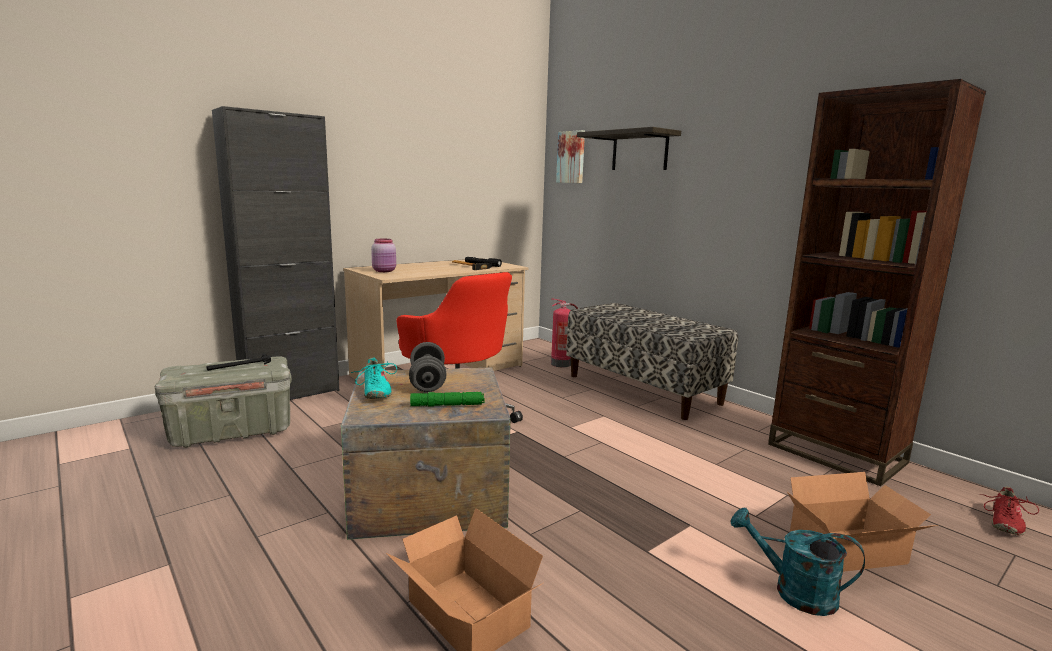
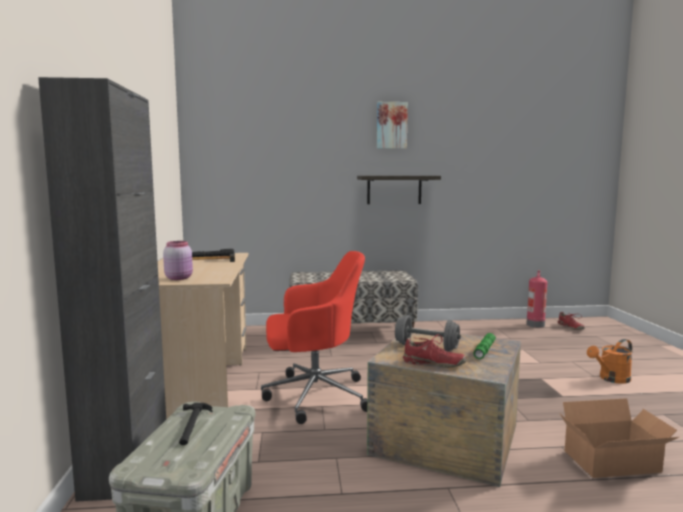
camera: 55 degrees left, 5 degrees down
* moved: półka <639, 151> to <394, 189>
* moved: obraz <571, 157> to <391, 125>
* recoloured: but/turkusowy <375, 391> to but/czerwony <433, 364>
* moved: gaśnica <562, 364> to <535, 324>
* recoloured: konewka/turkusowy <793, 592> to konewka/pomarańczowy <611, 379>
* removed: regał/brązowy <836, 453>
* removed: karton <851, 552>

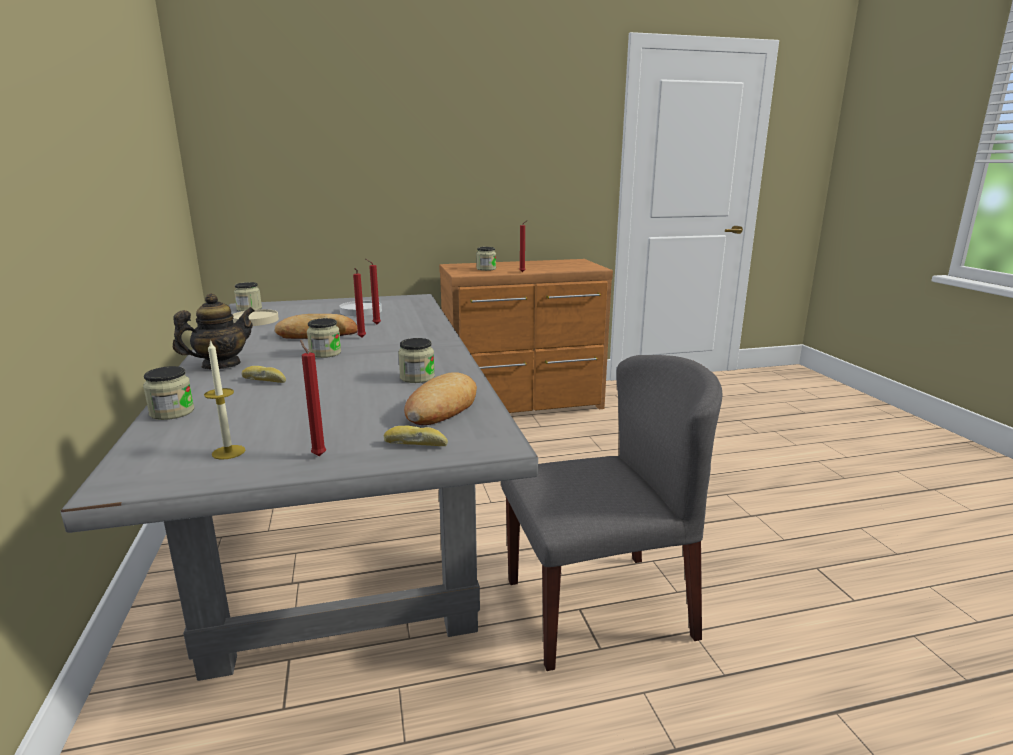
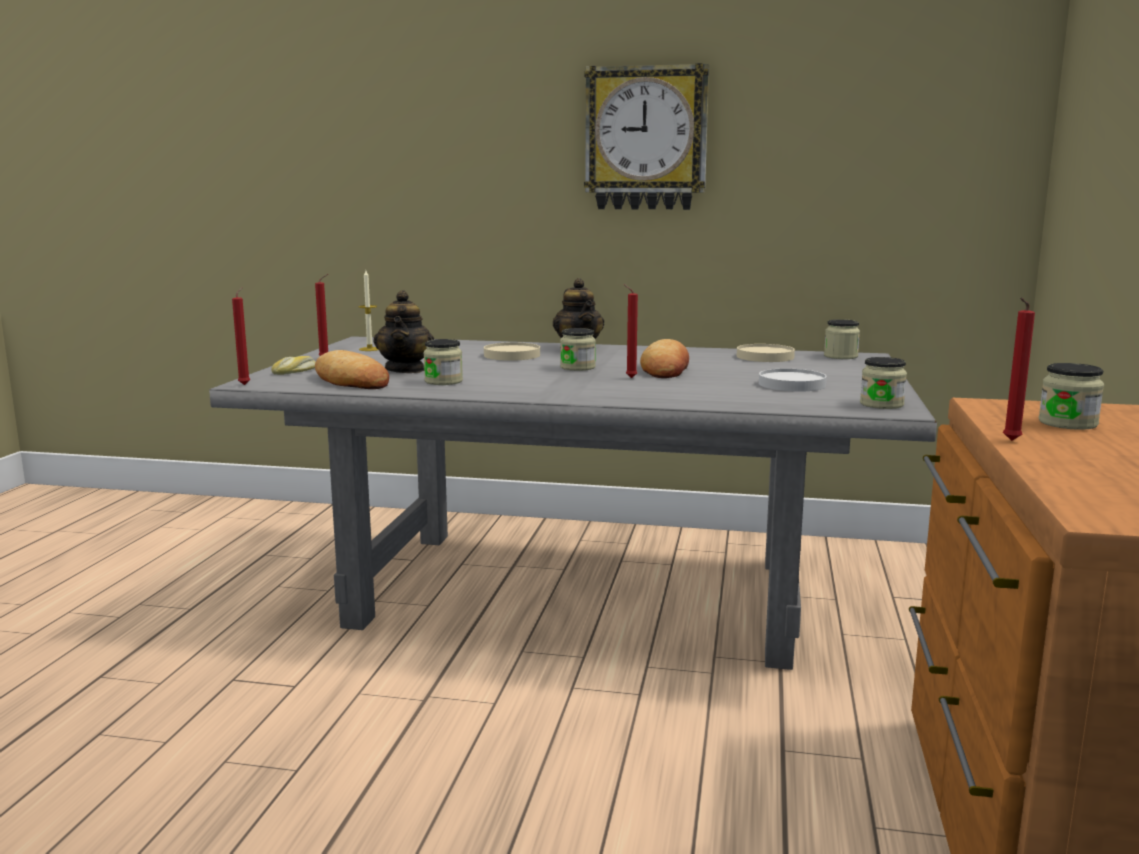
camera: 115 degrees right, 5 degrees down
* moved: świeca/czerwony <375, 324> to <245, 384>
* added: imbryk <406, 370>
* replaced: chleb <265, 380> to talerz/beżowy <512, 355>
* added: zegar ścienny <646, 139>
* moved: słoik <172, 412> to <881, 404>
* removed: krzesło/szary <599, 607>

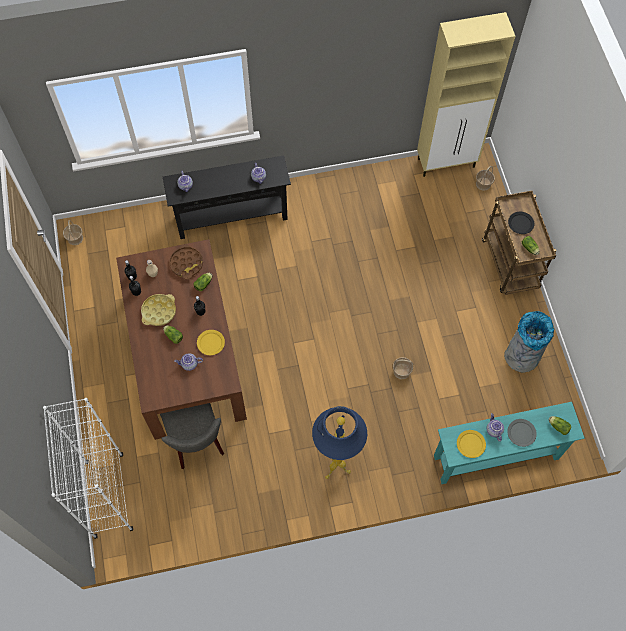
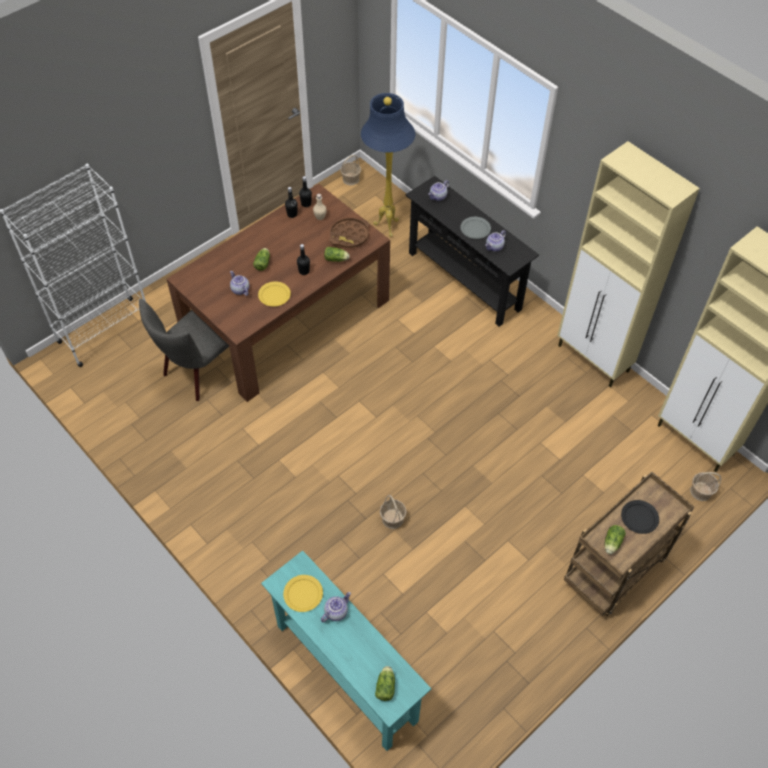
camera: 60 degrees right, 10 degrees down
* moved: lampa stojąca/niebieski <336, 470> to <386, 227>
* moved: talerz/szary <521, 433> to <475, 229>
* added: szafka/beżowy <594, 359>
* removed: taca/żółty <159, 311>
* removed: kosz na śmieci/szary <521, 356>

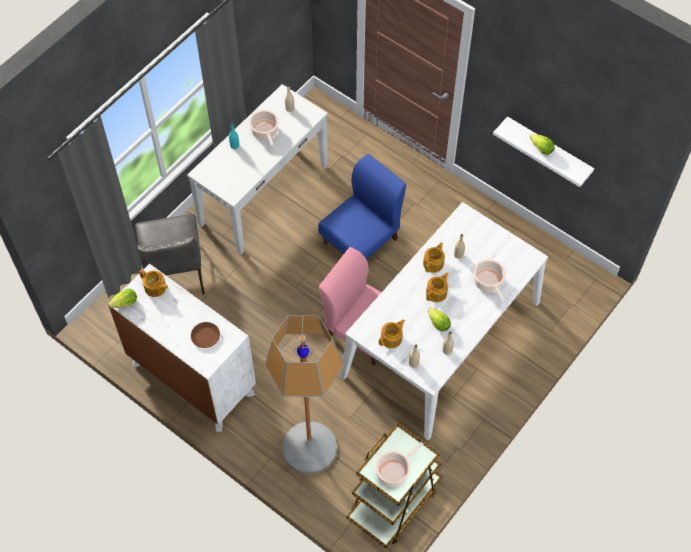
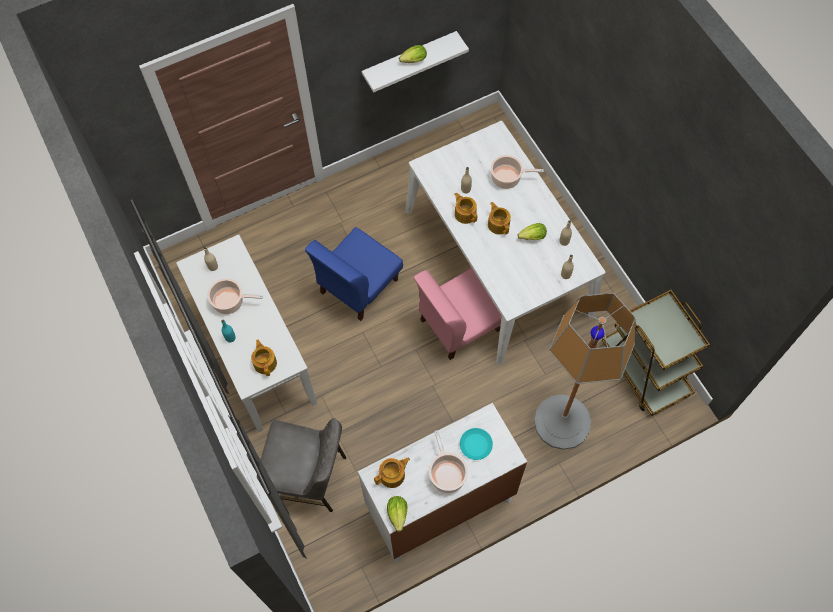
camera: 65 degrees left, 5 degrees up
* moved: imbryk <391, 338> to <265, 362>
* turned: krzesło/niebieski <361, 240> = <358, 286> 120 degrees counterclockwise
* moved: garnek <394, 472> to <447, 474>
* recoloured: talerz/brązowy <205, 336> to talerz/turkusowy <475, 444>

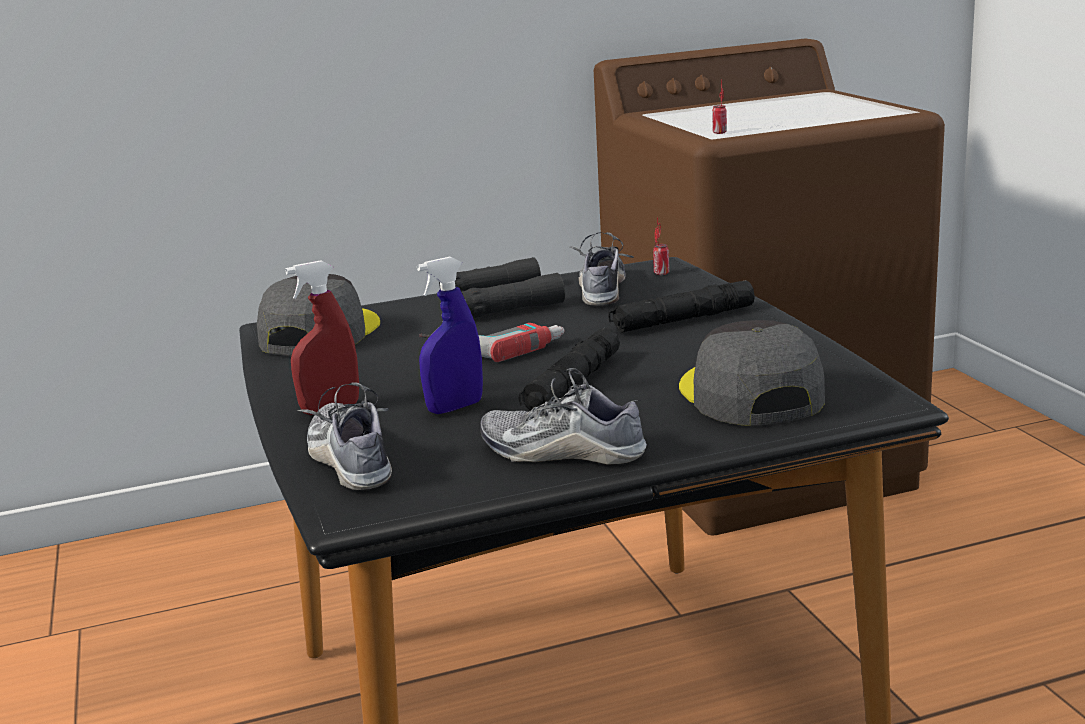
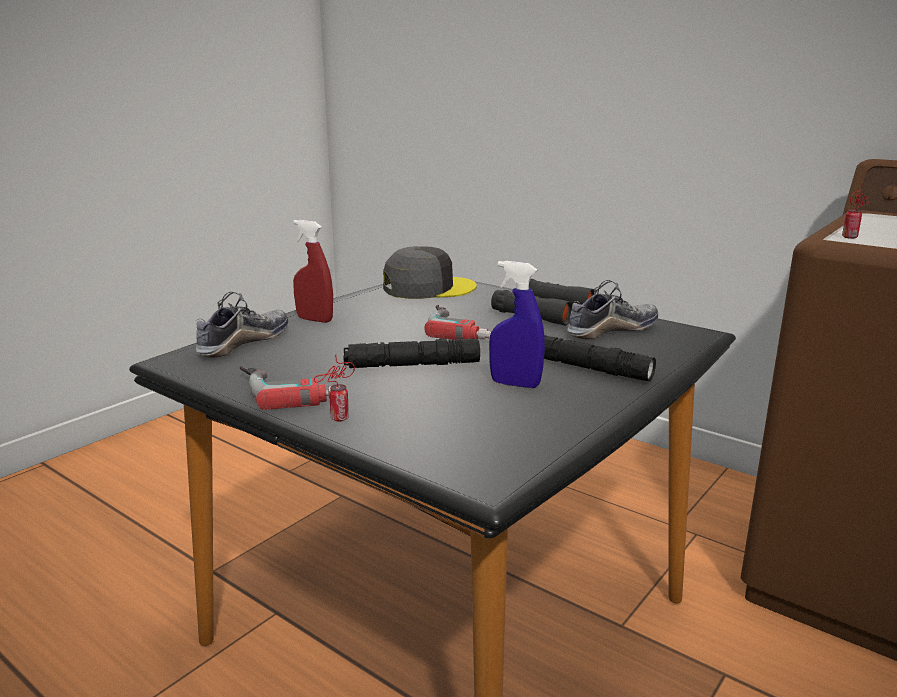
camera: 55 degrees right, 0 degrees up
* replaced: but <562, 451> to wiertarka <291, 389>
* moved: puszka <661, 274> to <337, 419>
* moved: spryskiwacz/niebieski <455, 407> to <515, 384>
* removed: czapka z daszkiem/szary <749, 394>

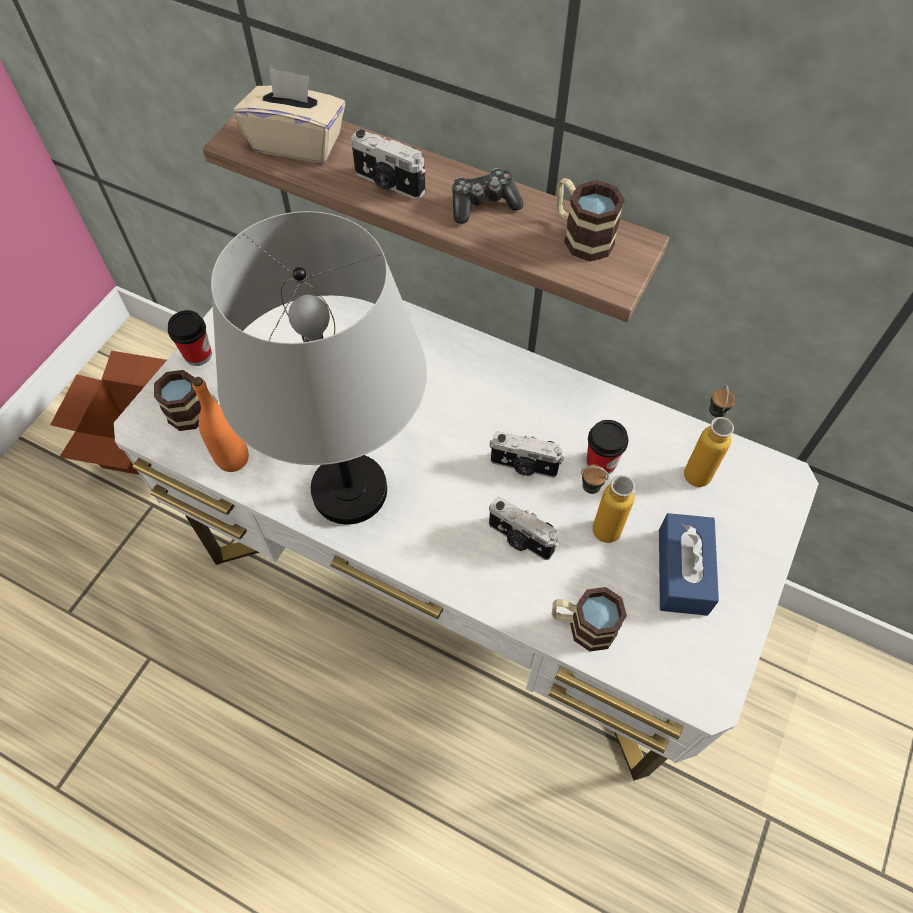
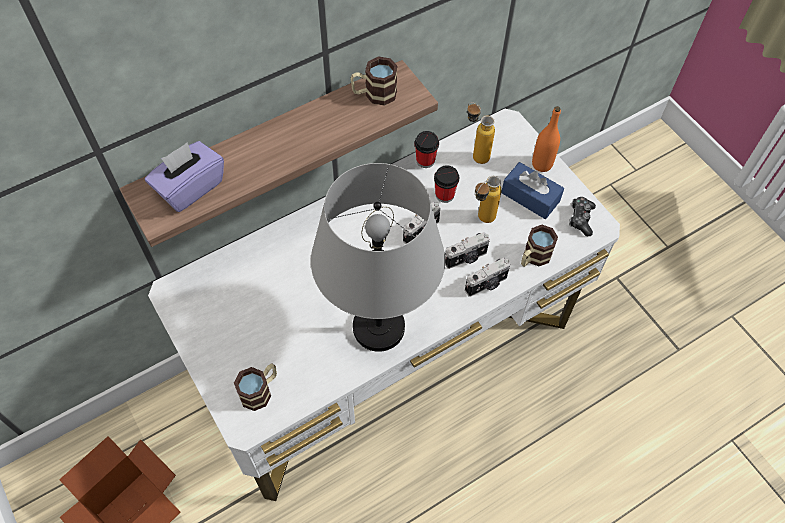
camera: 60 degrees left, 0 degrees up
* recoloured: pudełko chusteczek/beżowy <297, 143> to pudełko chusteczek/fioletowy <190, 187>
* moved: filiżanka <198, 354> to <425, 160>
* moved: aparat fotograficzny <388, 184> to <487, 285>
* moved: butelka/pomarańczowy <232, 458> to <542, 164>
* moved: pad do gier <483, 204> to <580, 219>

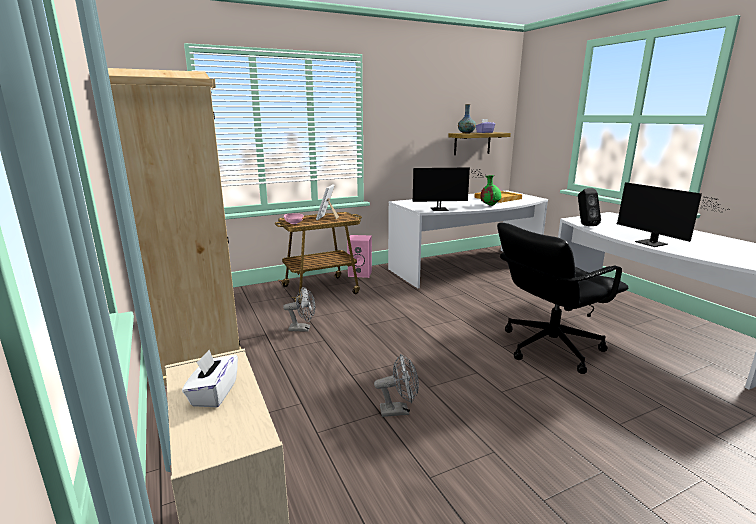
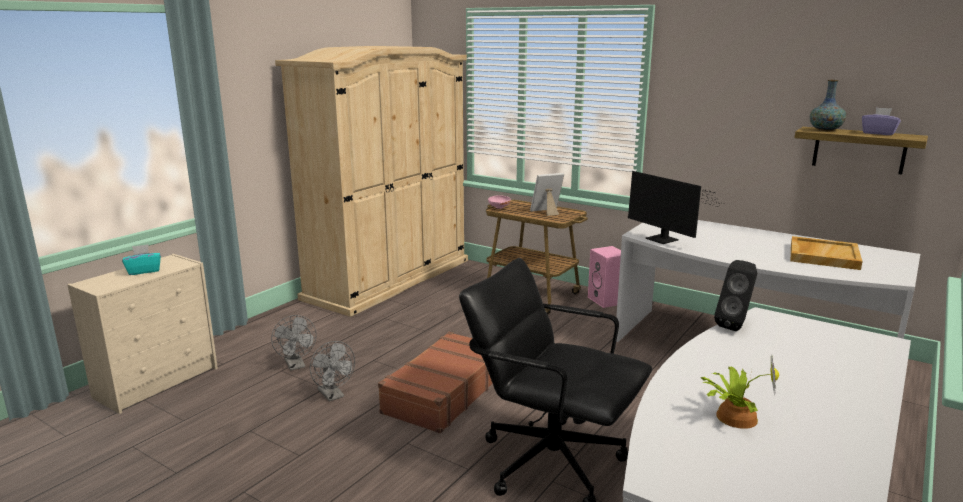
camera: 60 degrees right, 0 degrees up
* recoloured: pudełko chusteczek/biały <213, 394> to pudełko chusteczek/turkusowy <144, 271>
* moved: wentylator/szary <303, 329> to <296, 365>
* added: walizka/brązowy <444, 393>
* added: roślina doniczkowa <734, 416>
* removed: wazon/zielony <489, 205>
* removed: monitor <654, 244>

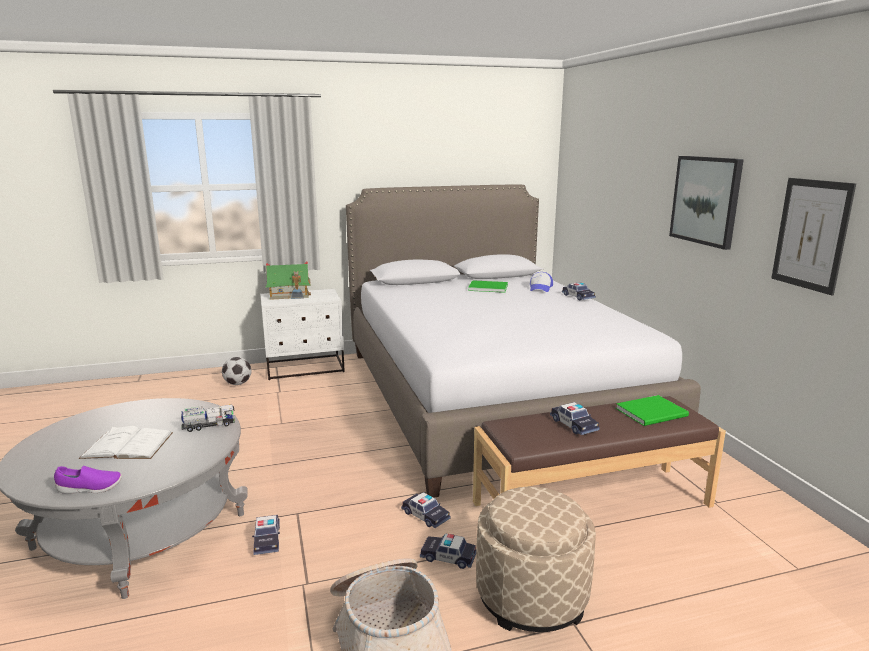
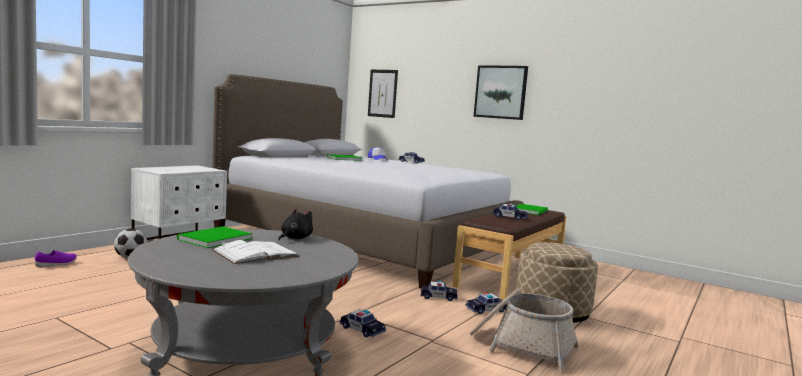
camera: 40 degrees left, 10 degrees down
* moved: but/fioletowy <90, 489> to <56, 264>
* added: książka/zielony <212, 239>
* replaced: ciężarówka zabawkowa <209, 426> to pluszak/czarny <295, 238>
* moved: obraz <811, 234> to <382, 93>
* removed: domek <289, 295>

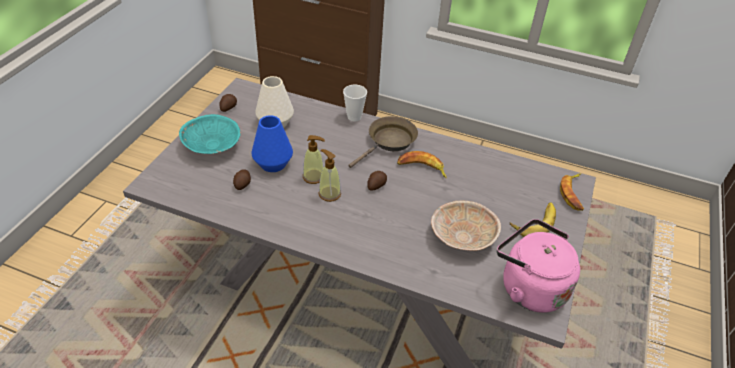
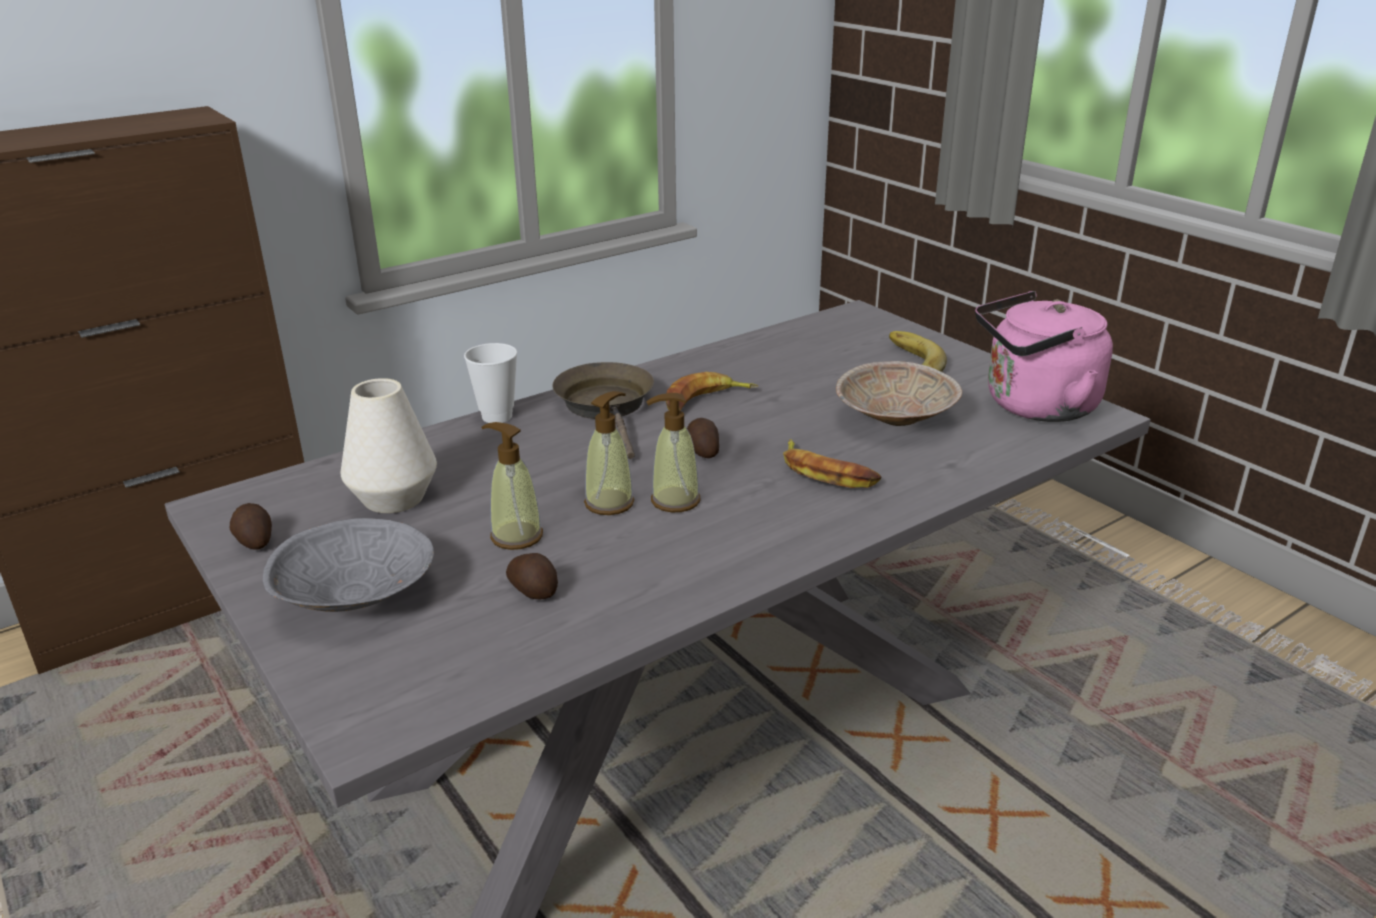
camera: 55 degrees left, 15 degrees down
* recoloured: miska/turkusowy <212, 146> to miska/szary <358, 597>
* replaced: wazon/niebieski <273, 164> to dozownik mydła <516, 536>
* moved: banan <573, 194> to <827, 473>

